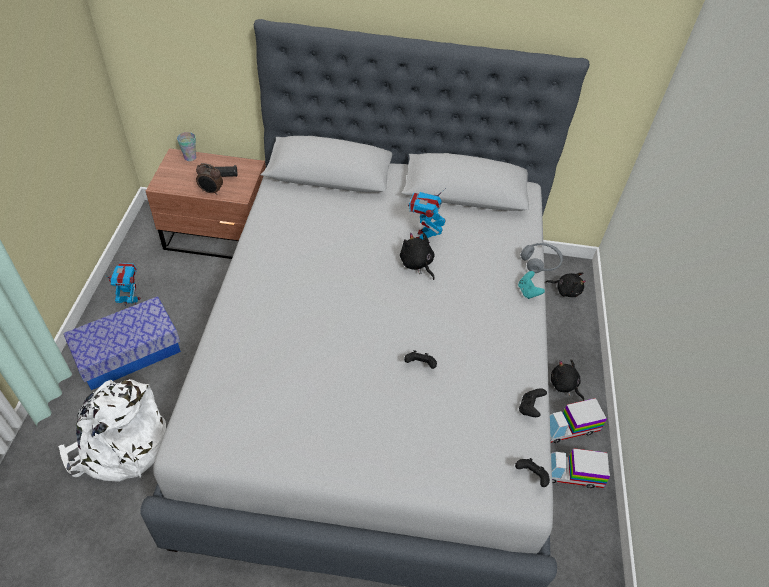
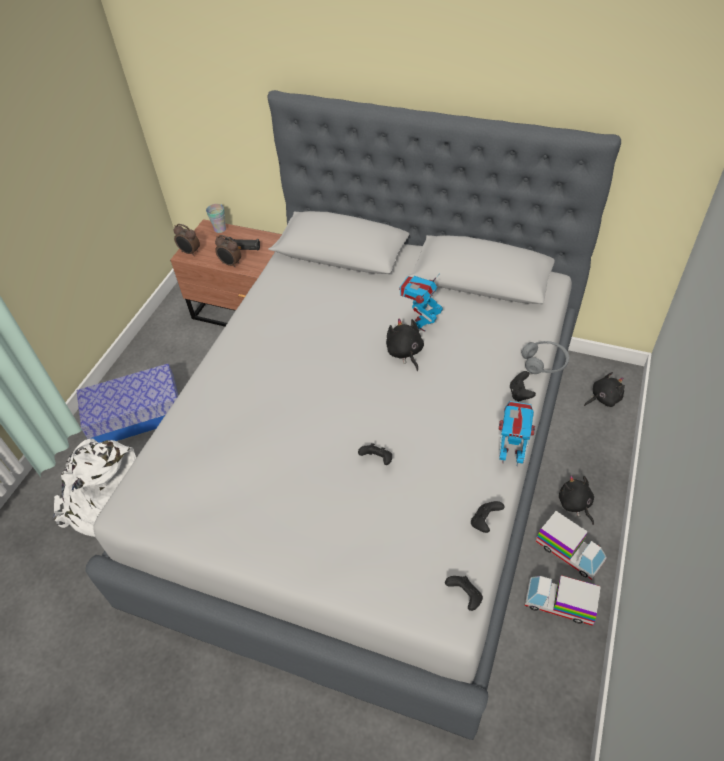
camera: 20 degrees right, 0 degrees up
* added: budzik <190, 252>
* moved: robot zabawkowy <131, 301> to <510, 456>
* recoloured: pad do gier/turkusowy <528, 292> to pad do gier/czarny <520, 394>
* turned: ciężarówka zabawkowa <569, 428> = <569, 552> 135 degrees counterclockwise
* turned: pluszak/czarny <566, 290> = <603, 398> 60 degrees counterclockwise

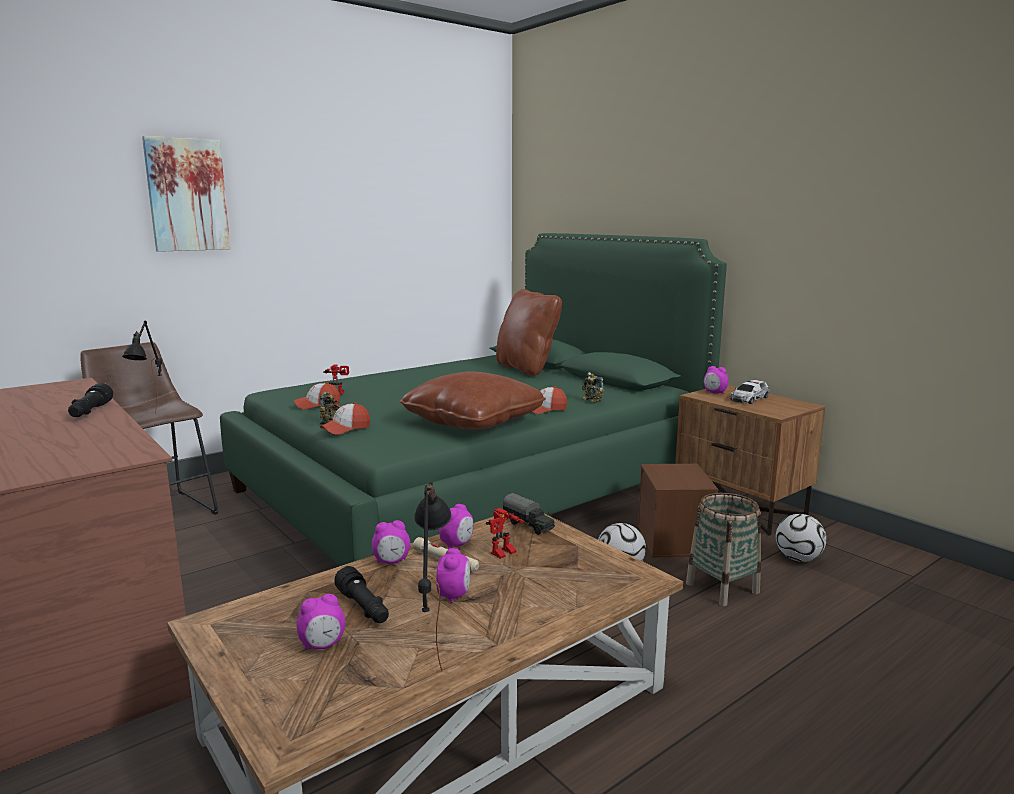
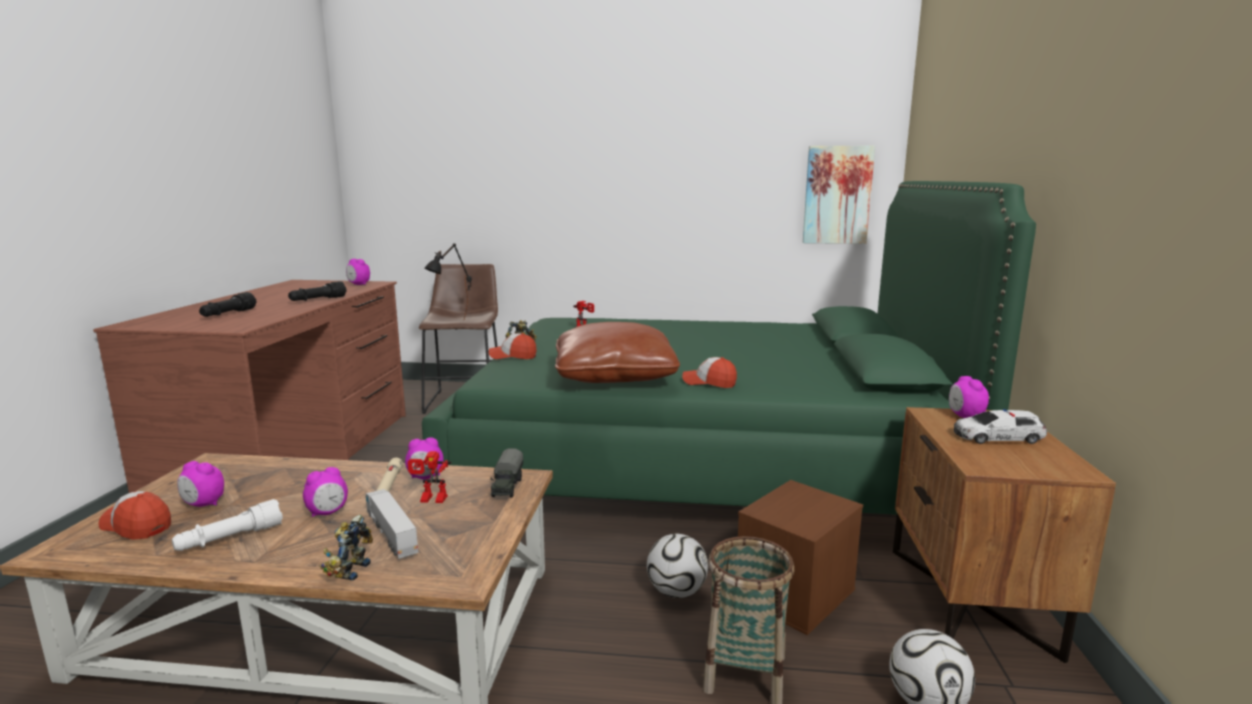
camera: 45 degrees right, 0 degrees up
* moved: czapka z daszkiem <317, 405> to <136, 525>
* replaced: lampa stołowa/czarny <431, 646> to latarka/biały <230, 539>
* moved: latarka/czarny <364, 608> to <228, 314>
* moved: robot zabawkowy <590, 400> to <349, 570>
* moved: budzik <391, 562> to <358, 284>
* added: ciężarówka zabawkowa <391, 533>
* moved: obraz <187, 195> to <837, 195>
* removed: poduszka/brązowy <527, 369>

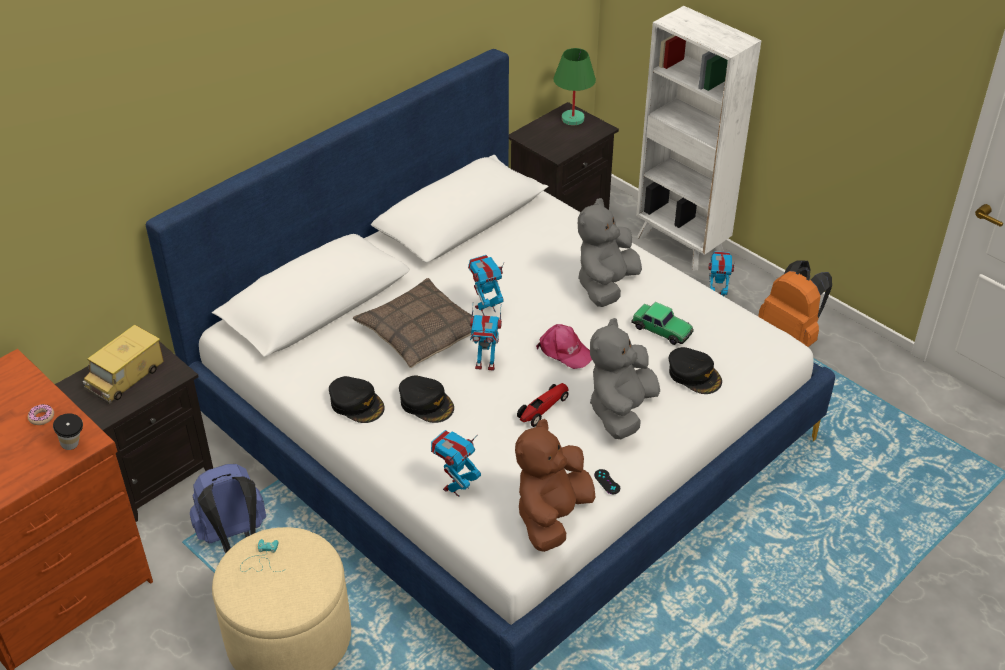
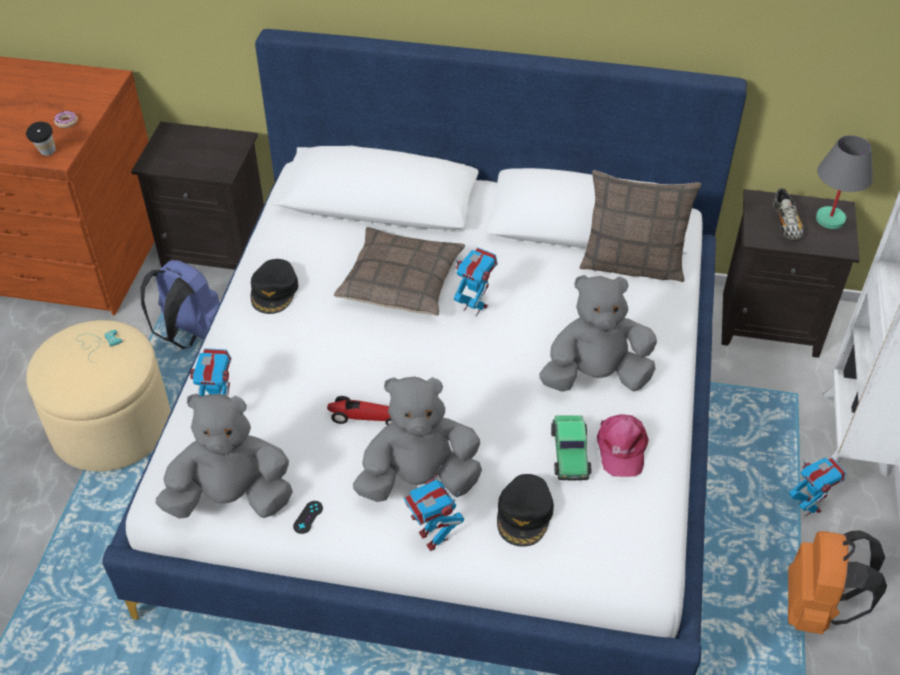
camera: 55 degrees right, 5 degrees up
* recoloured: pluszak/brązowy <552, 516> to pluszak/szary <231, 497>
* moved: robot zabawkowy <485, 364> to <433, 537>
* added: poduszka <632, 264>
* moved: czapka z daszkiem/różowy <564, 351> to <621, 448>
* added: but <786, 224>
* recoloured: lampa stołowa/zielony <572, 119> to lampa stołowa/szary <830, 219>
* removed: ciężarówka zabawkowa <126, 377>
* removed: czapka z daszkiem/czarny <426, 403>

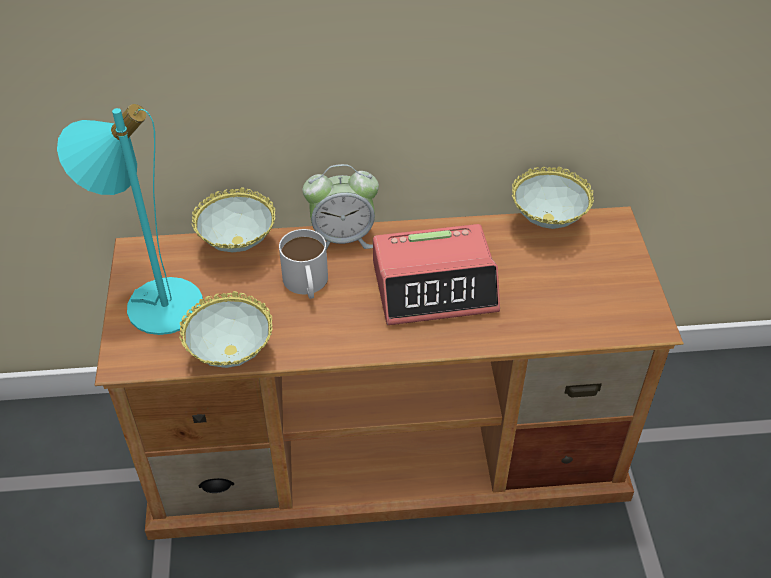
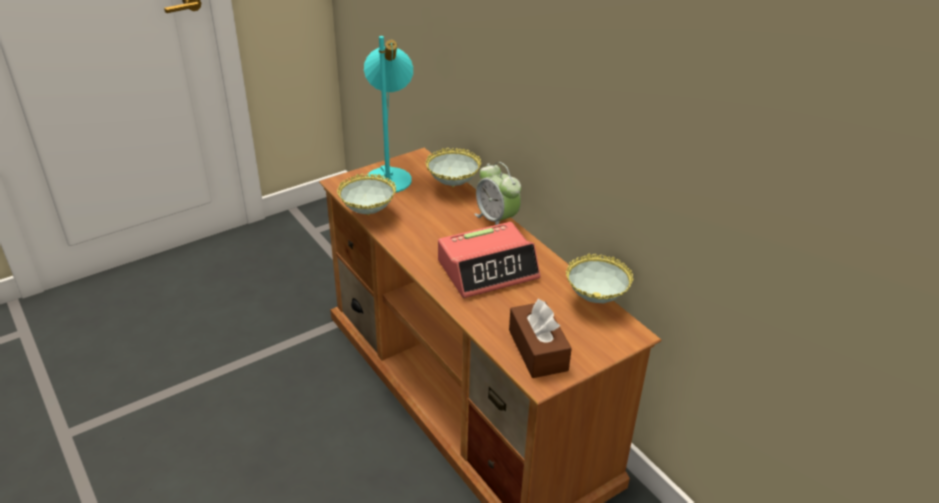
camera: 60 degrees right, 10 degrees down
* turned: budzik <435, 286> = <488, 269> 75 degrees counterclockwise
* added: pudełko chusteczek/brązowy <538, 350>
* removed: kubek/biały <306, 284>

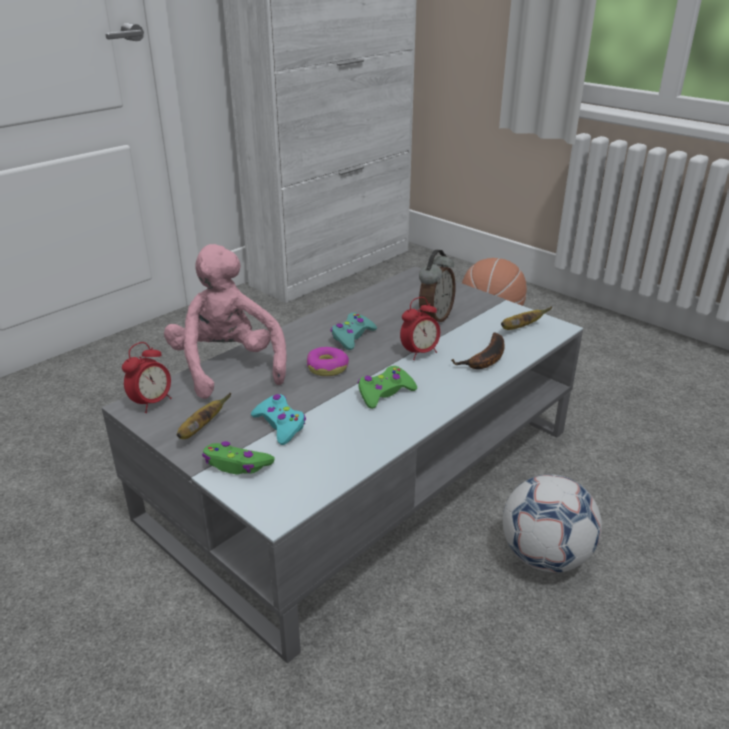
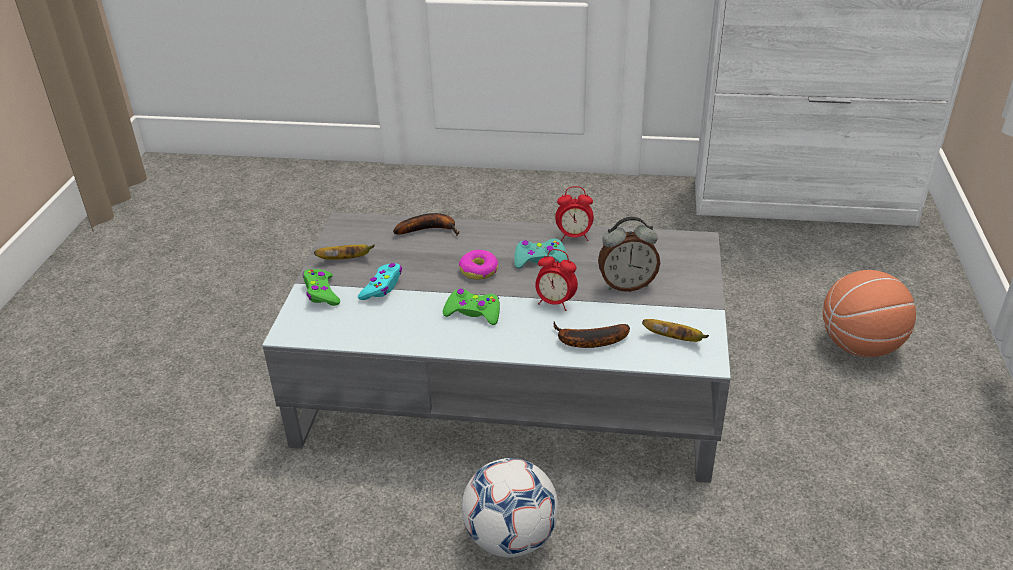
camera: 55 degrees right, 5 degrees up
* replaced: pluszak/różowy <227, 366> to banan <430, 229>
* moved: budzik <152, 403> to <574, 237>

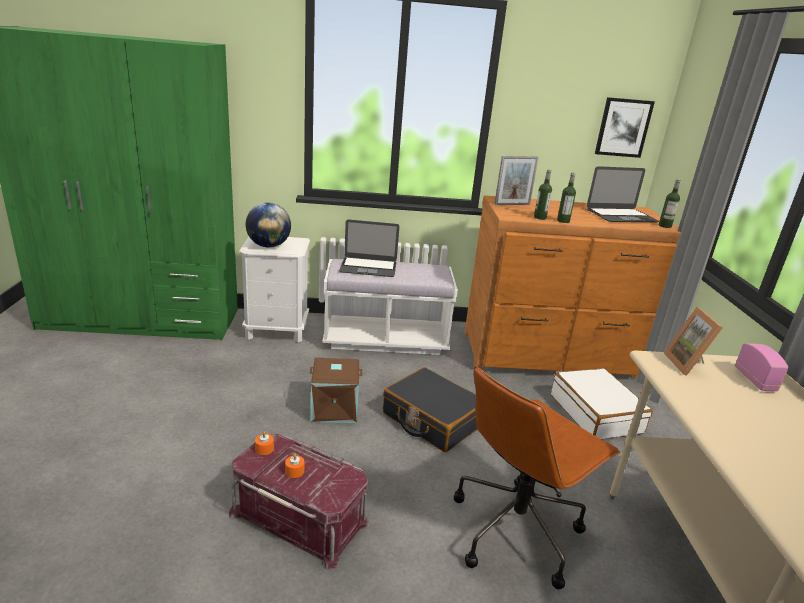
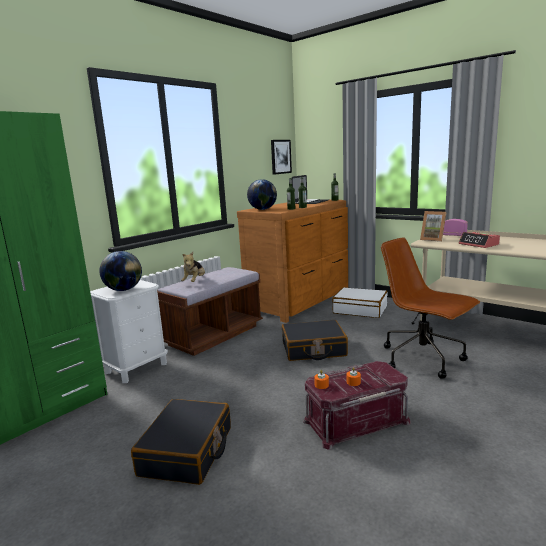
camera: 45 degrees left, 10 degrees down
* added: walizka/czarny <187, 451>
* recoloured: ławka/biały <385, 339> to ławka/brązowy <214, 335>
* replaced: laptop <368, 267> to pluszak <195, 282>
* replaced: ramka na zdjęcie <512, 204> to globus <262, 209>
* turned: krzesło biurowe/brązowy <516, 529> = <423, 359> 135 degrees clockwise
* added: budzik <478, 244>
* removed: pojemnik do przechowywania/brązowy <335, 408>

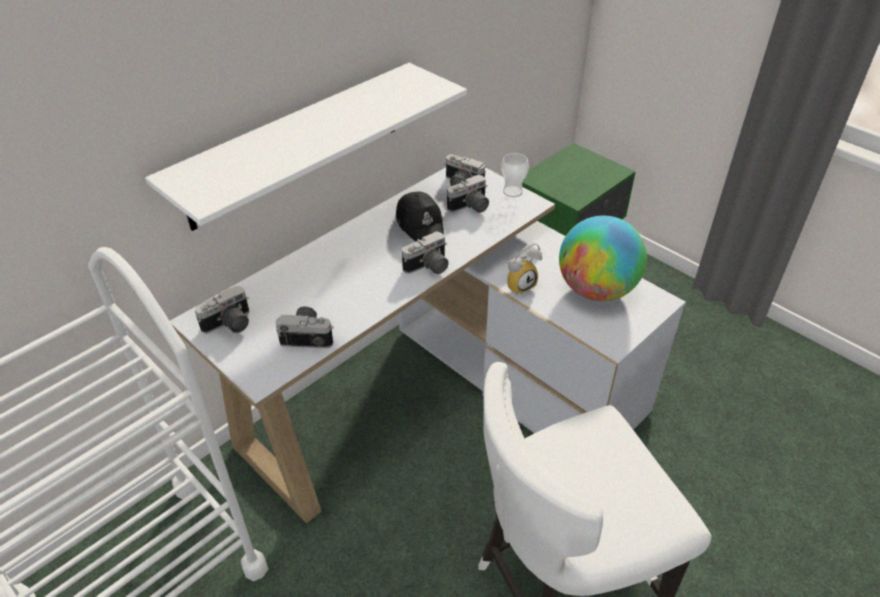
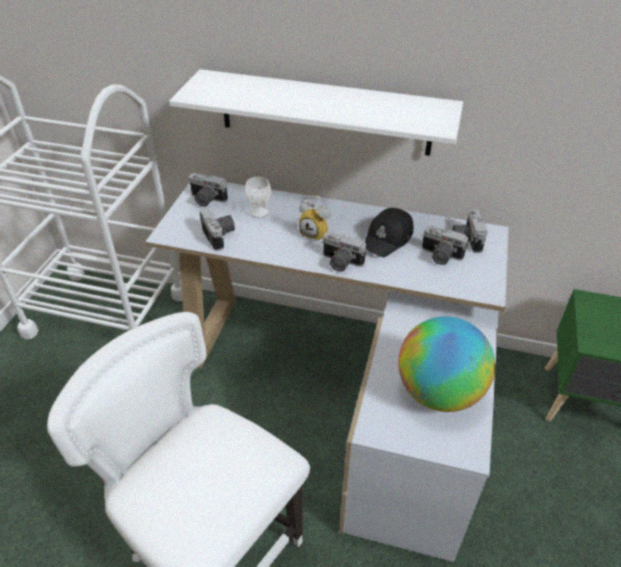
camera: 60 degrees right, 0 degrees up
* moved: filiżanka <512, 191> to <259, 213>
* moved: budzik <519, 284> to <316, 233>

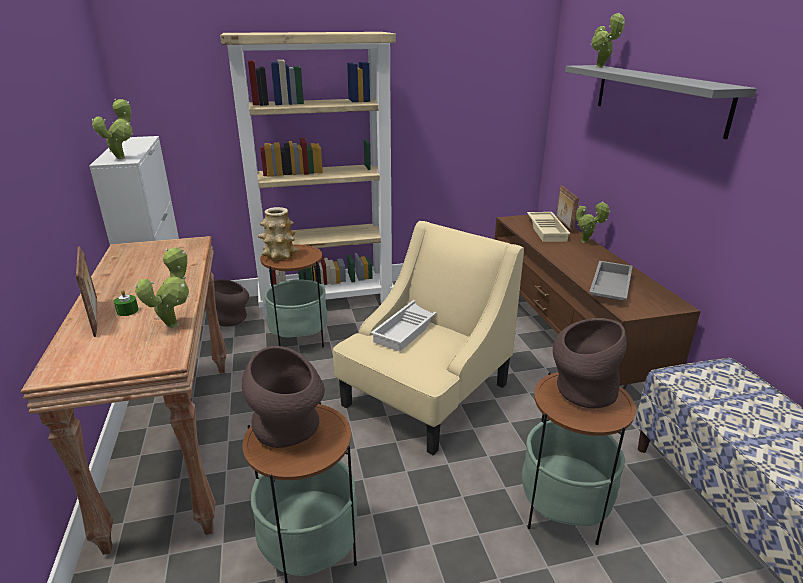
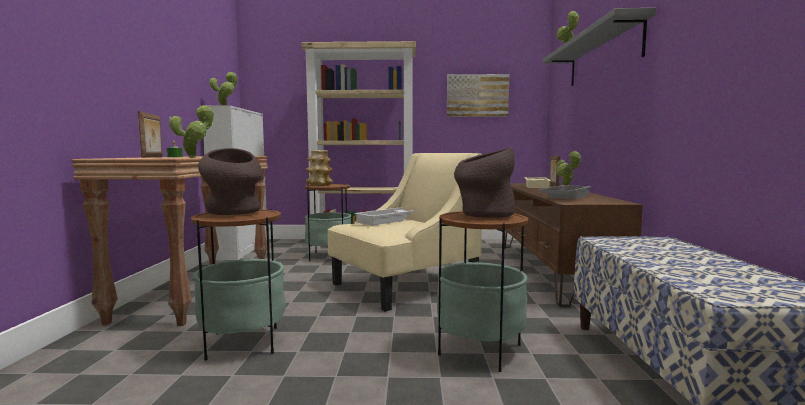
camera: 15 degrees right, 20 degrees down
* added: obraz <477, 95>
* removed: wazon/brązowy <233, 319>

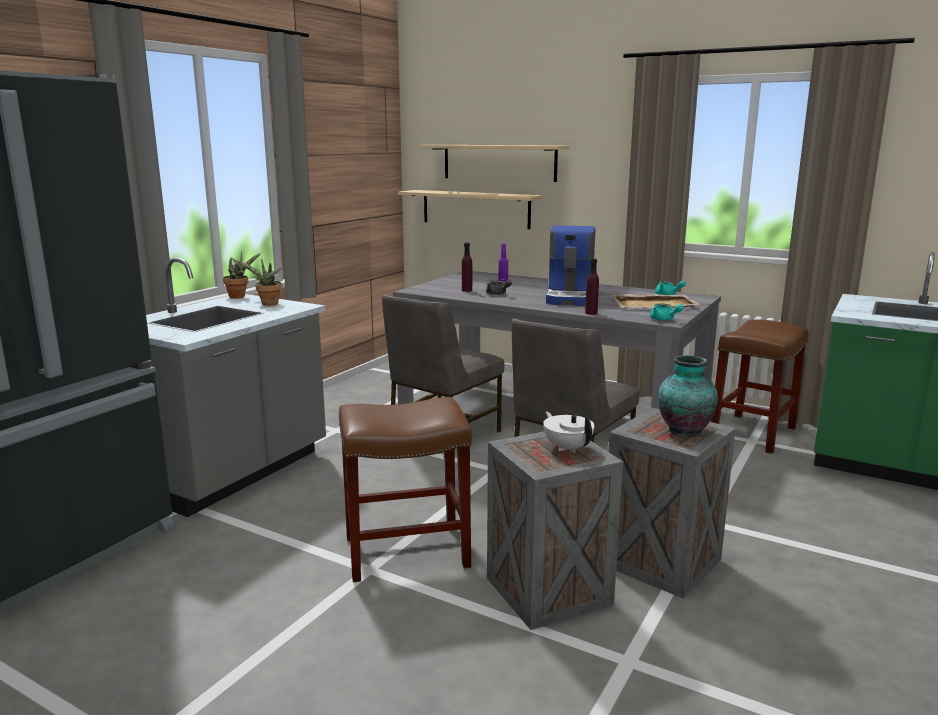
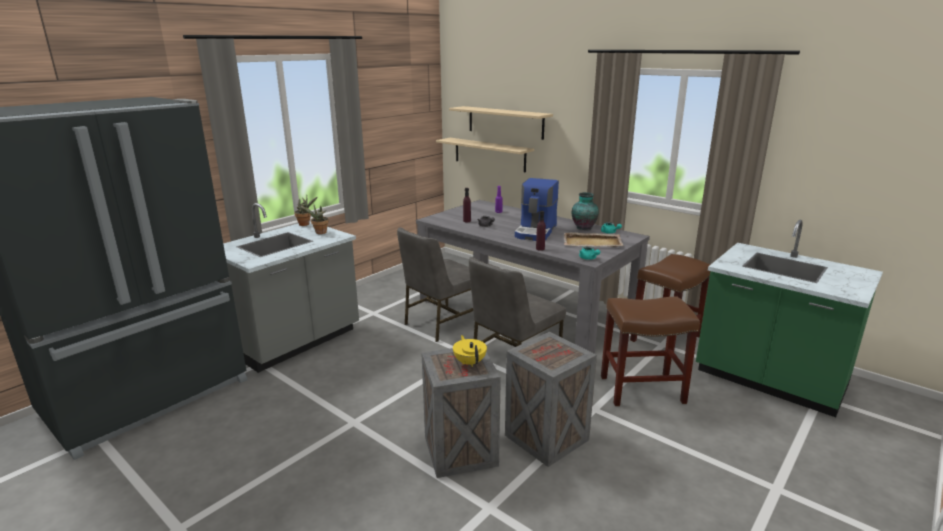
camera: 10 degrees right, 5 degrees up
* recoloured: imbryk/biały <567, 448> to imbryk/żółty <470, 362>
* moved: wazon <683, 430> to <583, 228>
* moved: stołek/brązowy <407, 551> to <642, 389>

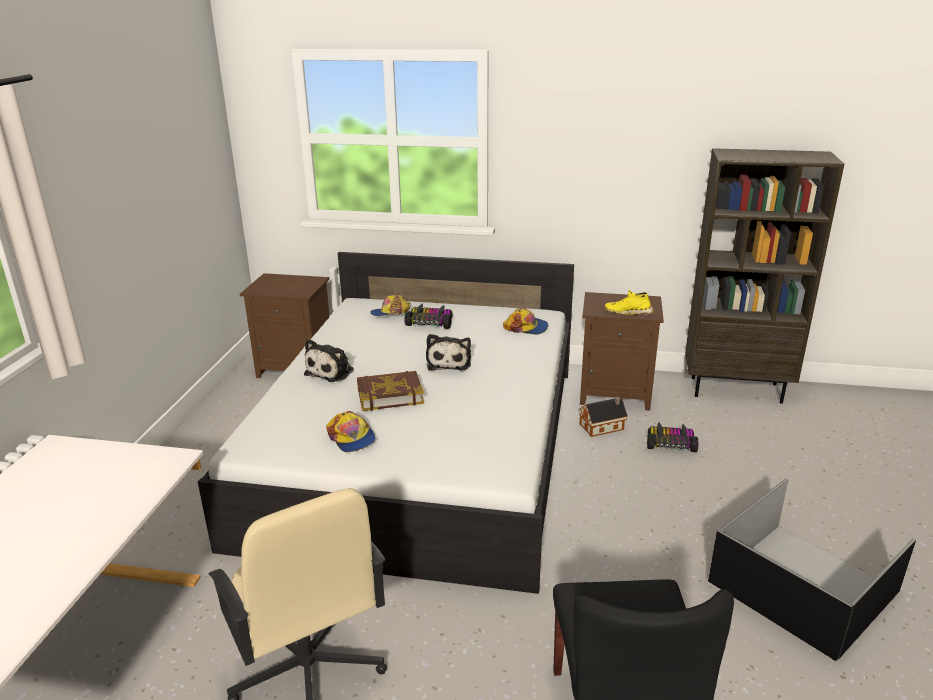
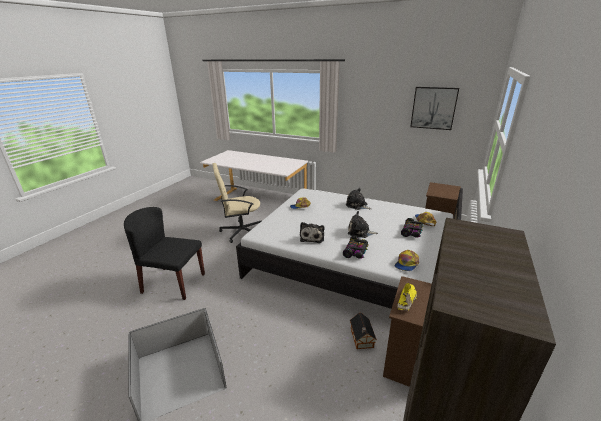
camera: 105 degrees right, 0 degrees up
* added: pluszak <312, 237>
* moved: samochodzik <670, 444> to <356, 251>
* added: obraz <433, 108>
* removed: książka <390, 395>

